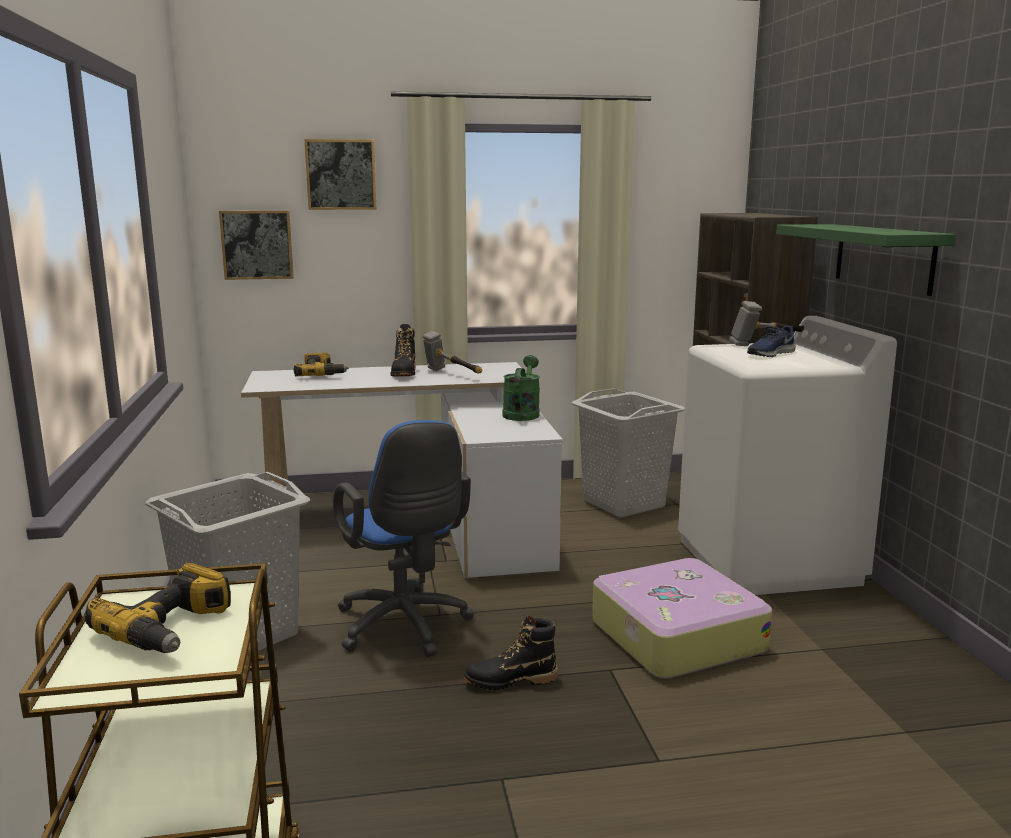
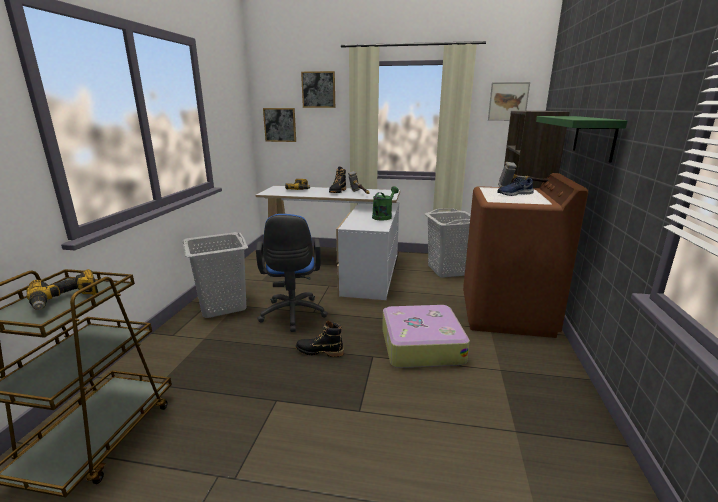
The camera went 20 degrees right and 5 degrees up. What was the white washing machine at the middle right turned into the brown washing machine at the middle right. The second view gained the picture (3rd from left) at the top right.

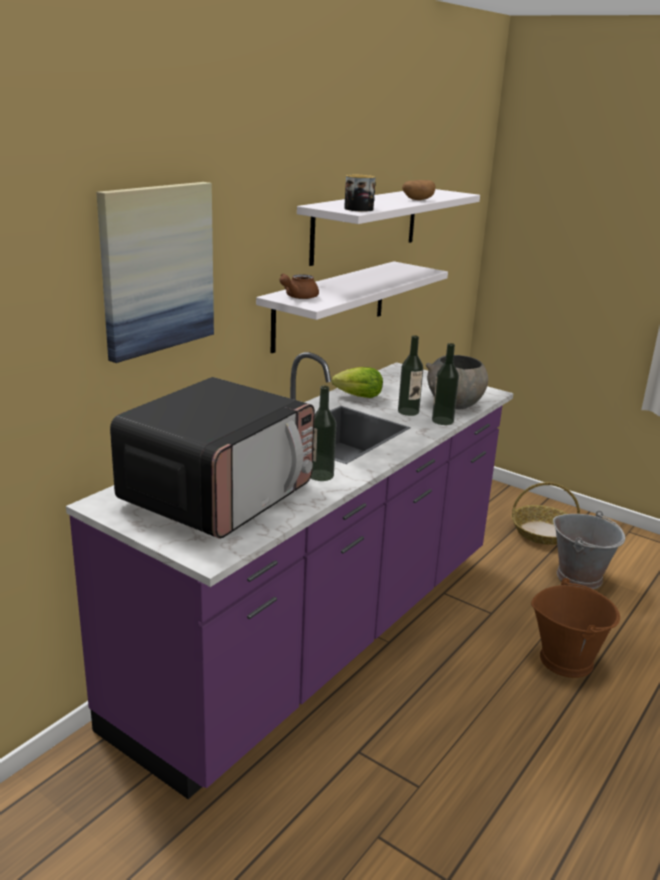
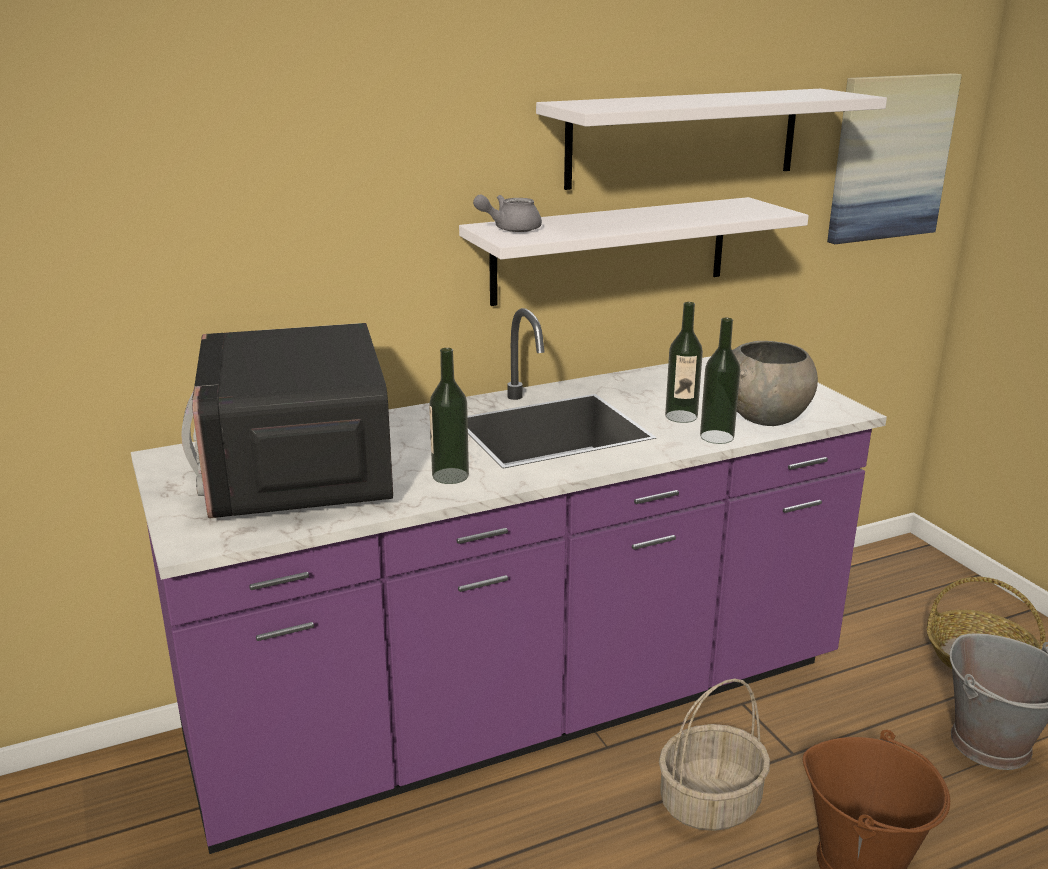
The camera went 30 degrees right and 0 degrees up. The picture ended up elsewhere, having gone from the top left to the top right. The microwave at the middle left ended up facing another way, 105 degrees clockwise from before. What was the brown teapot at the top centre turned into the grey teapot at the top centre. The second view lost the lettuce at the centre. The second view lost the mug at the top centre. The second view lost the potato at the top centre. The second view gained the basket (1st from left) at the bottom right.

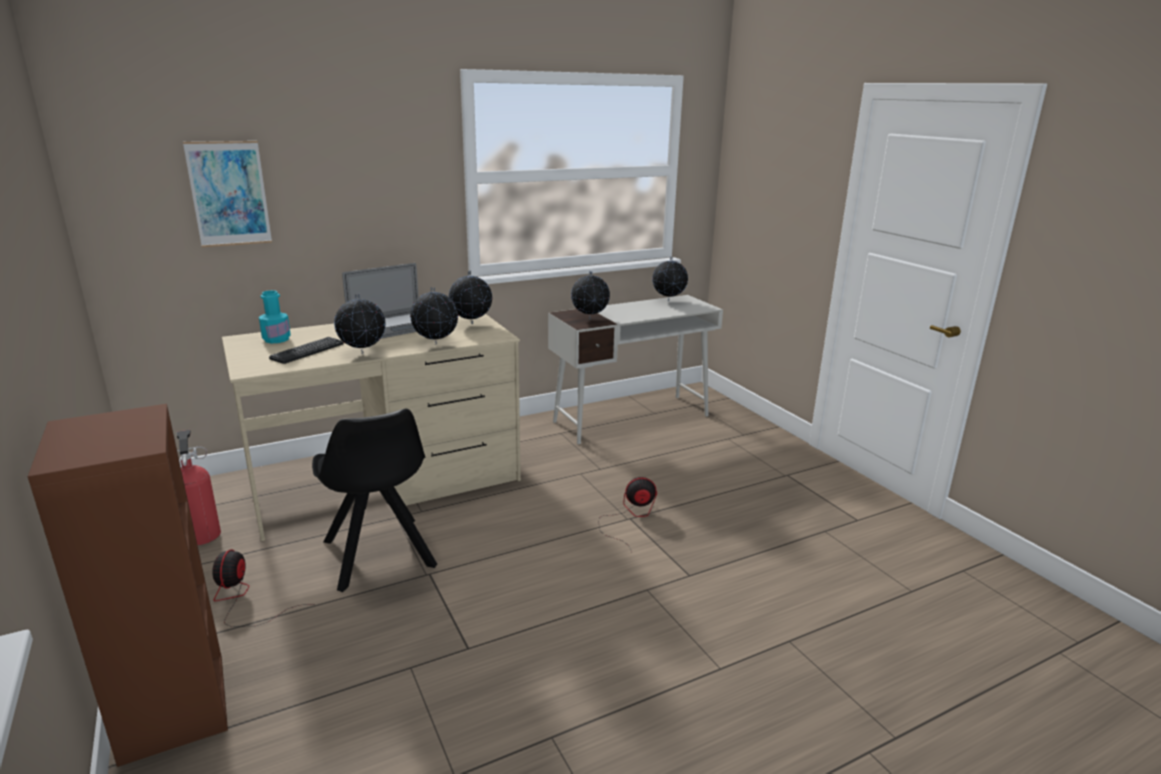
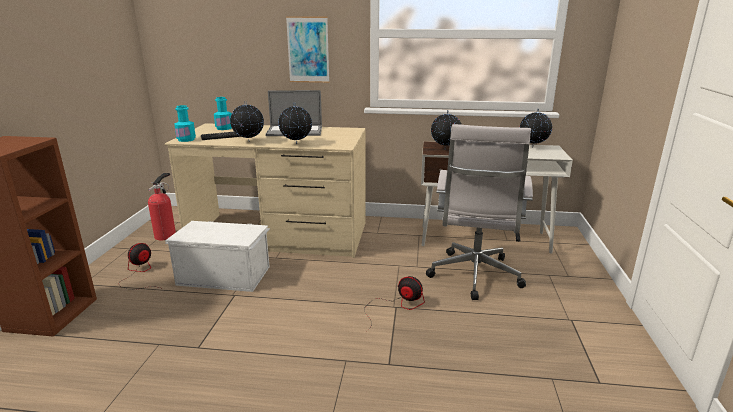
The camera went 35 degrees right and 0 degrees up. The picture ended up elsewhere, having gone from the top left to the top centre. Where the black chair stood at the middle left, the white storage box came to stand at the middle left. The second view lost the globe (3rd from left) at the centre. The second view gained the turquoise bottle (1st from left) at the top left. The second view gained the white office chair at the centre.

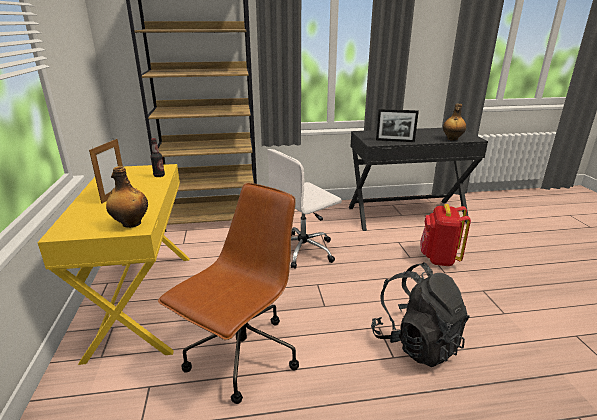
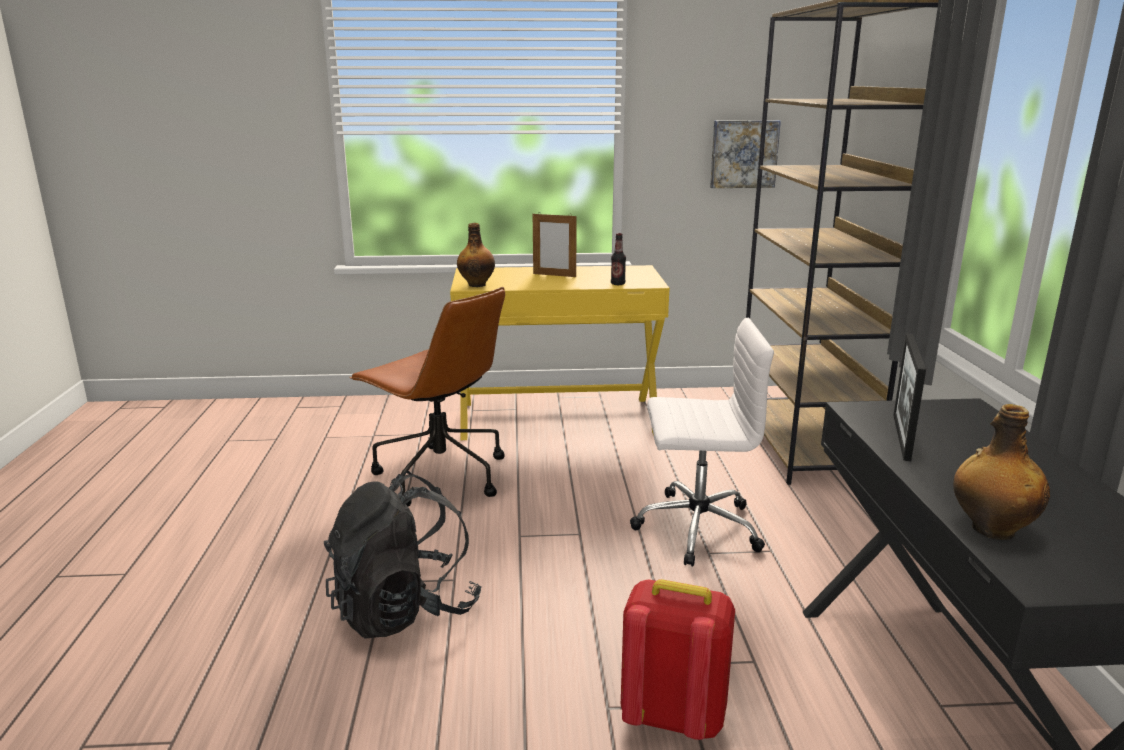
The camera went 95 degrees right and 5 degrees down. The white office chair at the centre ended up facing another way, 120 degrees clockwise from before. The second view gained the picture at the top centre.

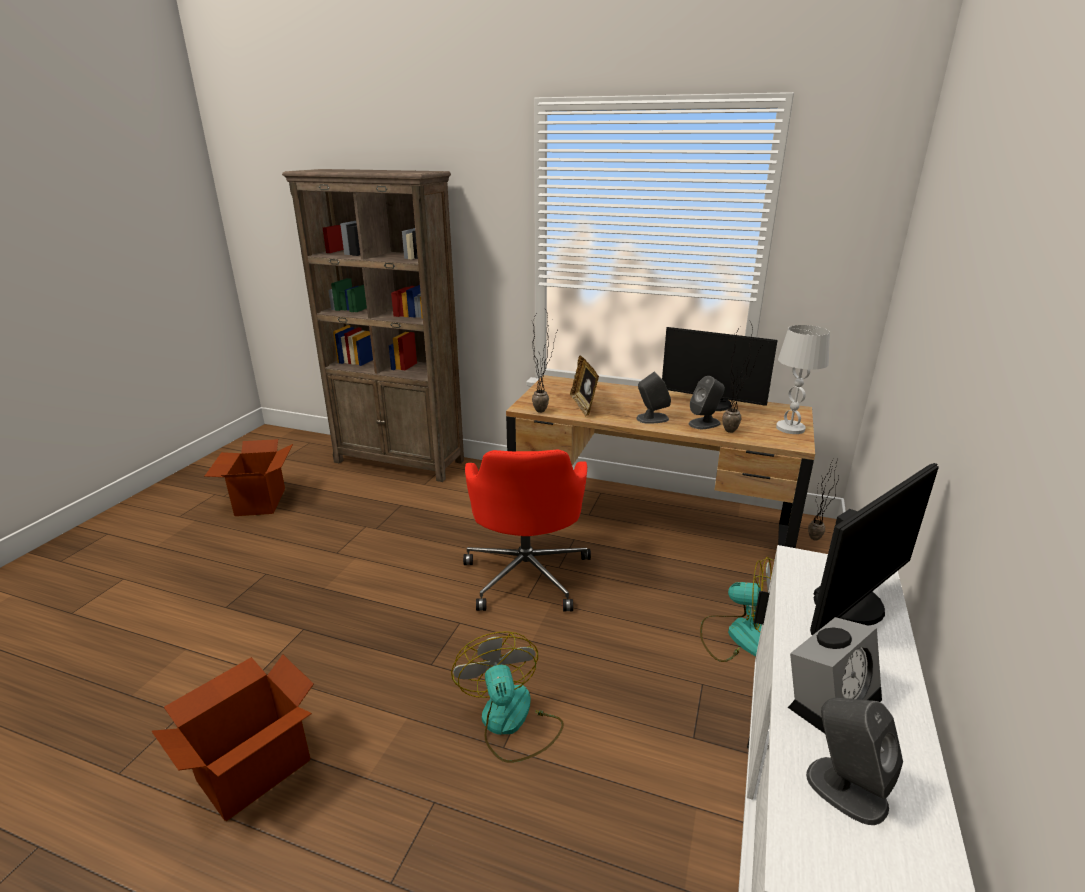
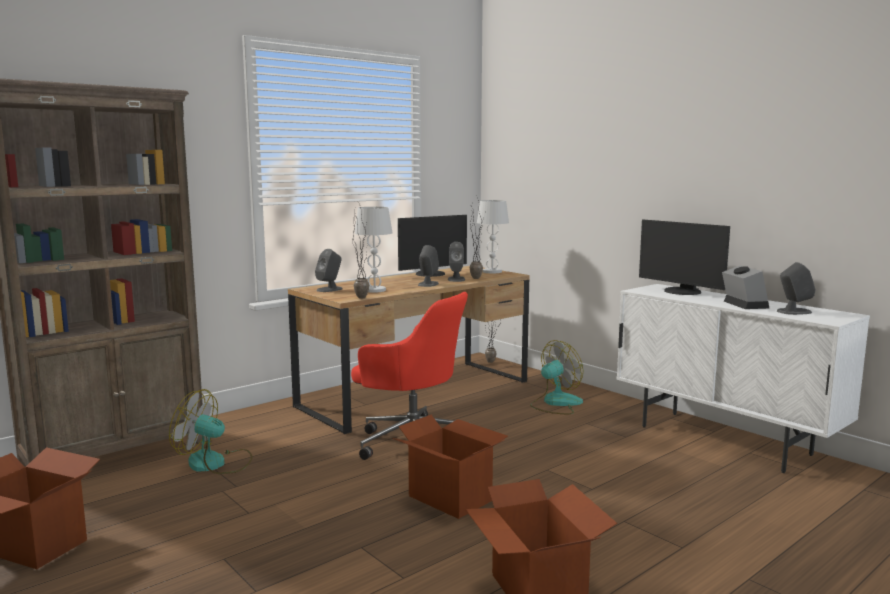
The camera went 60 degrees left and 15 degrees down. The fan (1st from left) ended up elsewhere, having gone from the bottom centre to the bottom left. Where the picture frame stood at the centre, the white table lamp (1st from left) came to stand at the centre. The monitor (2nd from left) at the middle right ended up facing another way, 150 degrees clockwise from before. The second view gained the grey speaker (1st from left) at the centre. The second view gained the cardboard box (2nd from left) at the bottom centre.

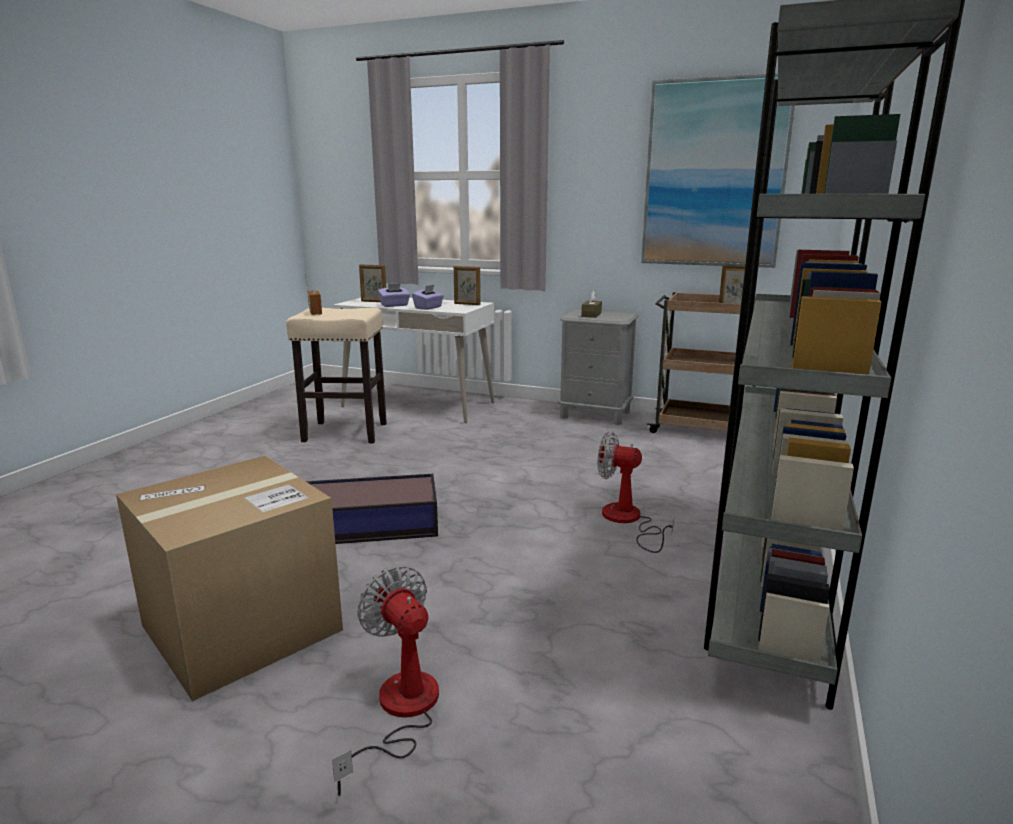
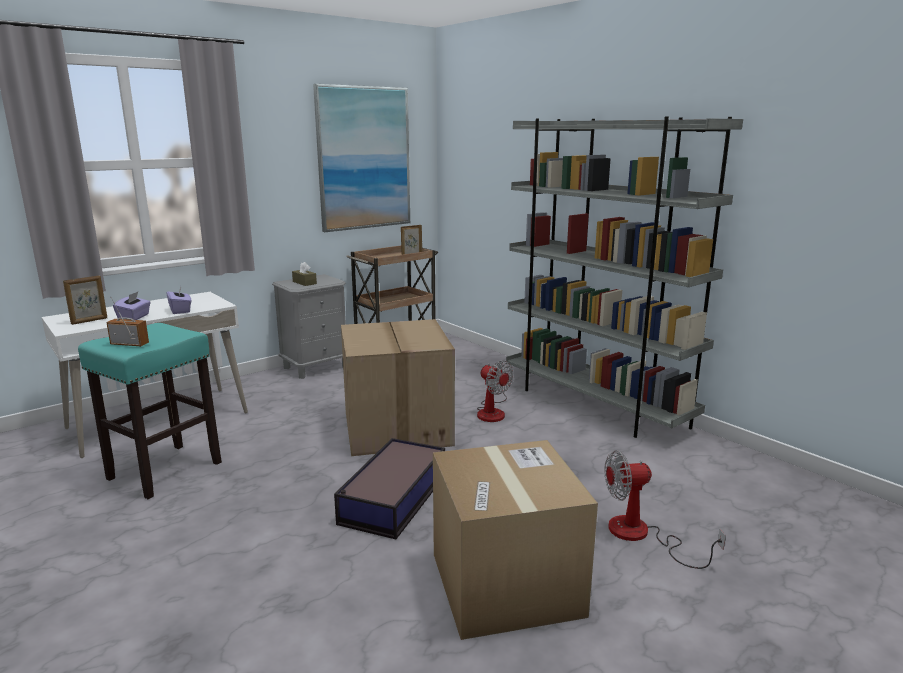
The camera went 60 degrees left and 0 degrees up. What was the beige stool at the middle left turned into the turquoise stool at the middle left. The second view lost the picture frame (2nd from left) at the centre. The fan (2nd from left in the first image) at the centre ended up facing another way, 90 degrees counterclockwise from before. The second view gained the cardboard box (1st from left) at the centre.

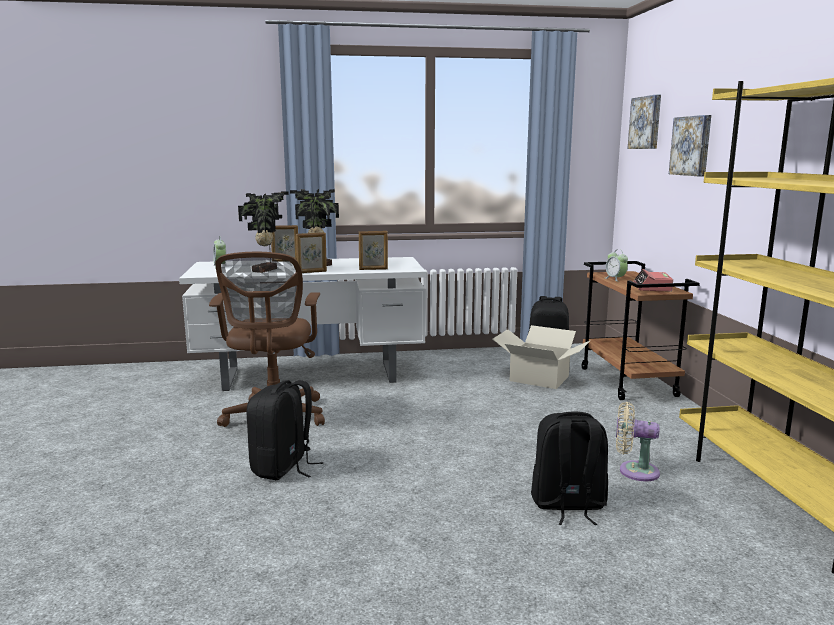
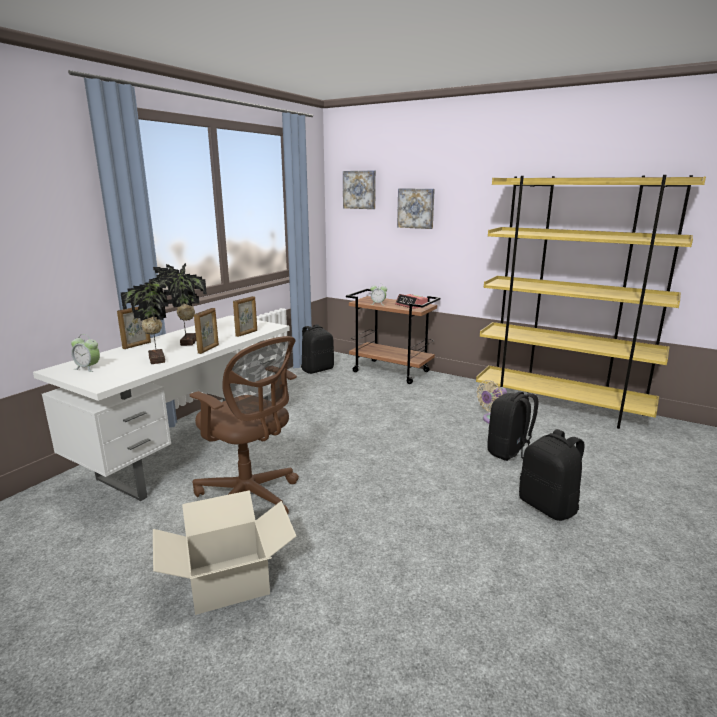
The camera went 50 degrees left and 5 degrees up. The black backpack (1st from left in the first image) ended up elsewhere, having gone from the bottom centre to the middle right. The cardboard box ended up elsewhere, having gone from the centre to the bottom left.

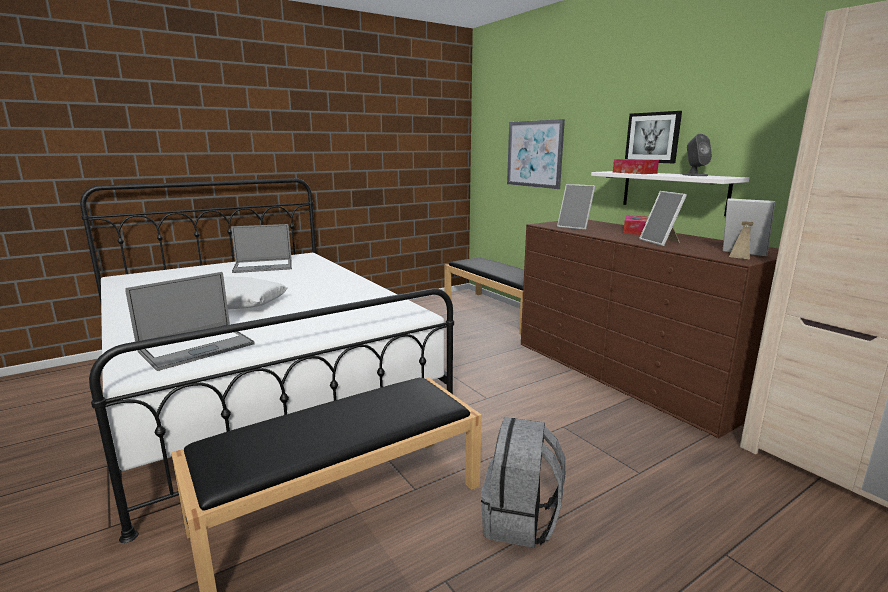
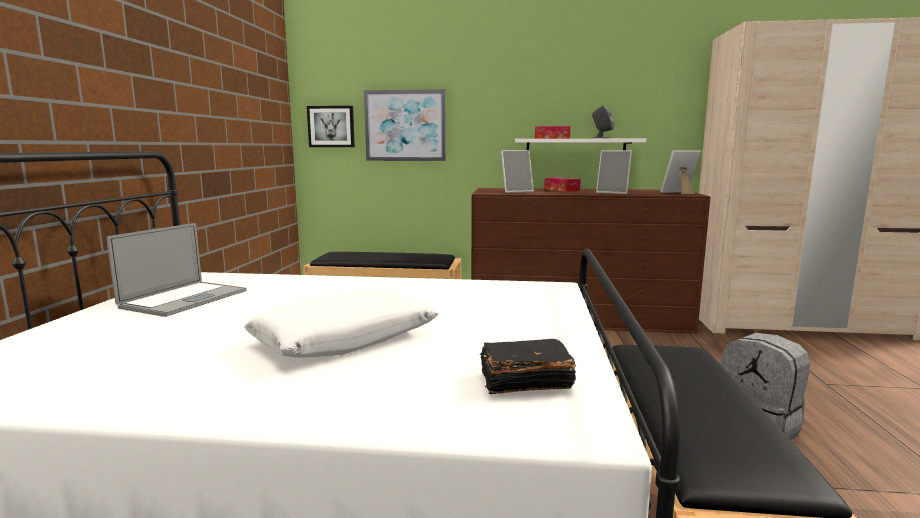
The camera went 50 degrees left and 5 degrees down. Where the laptop (1st from left) stood at the middle left, the black book came to stand at the bottom centre. The picture (2nd from left in the first image) ended up elsewhere, having gone from the top right to the top centre.

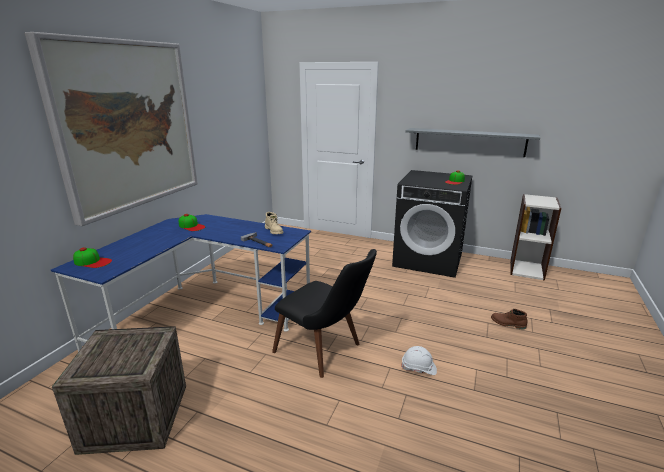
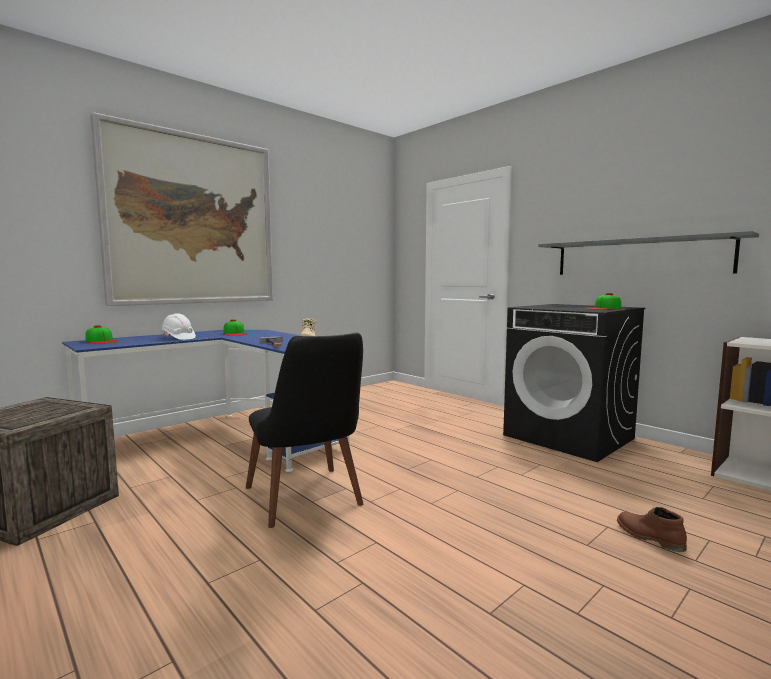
The camera went 25 degrees right and 15 degrees down. The white hard hat ended up elsewhere, having gone from the bottom centre to the middle left.

